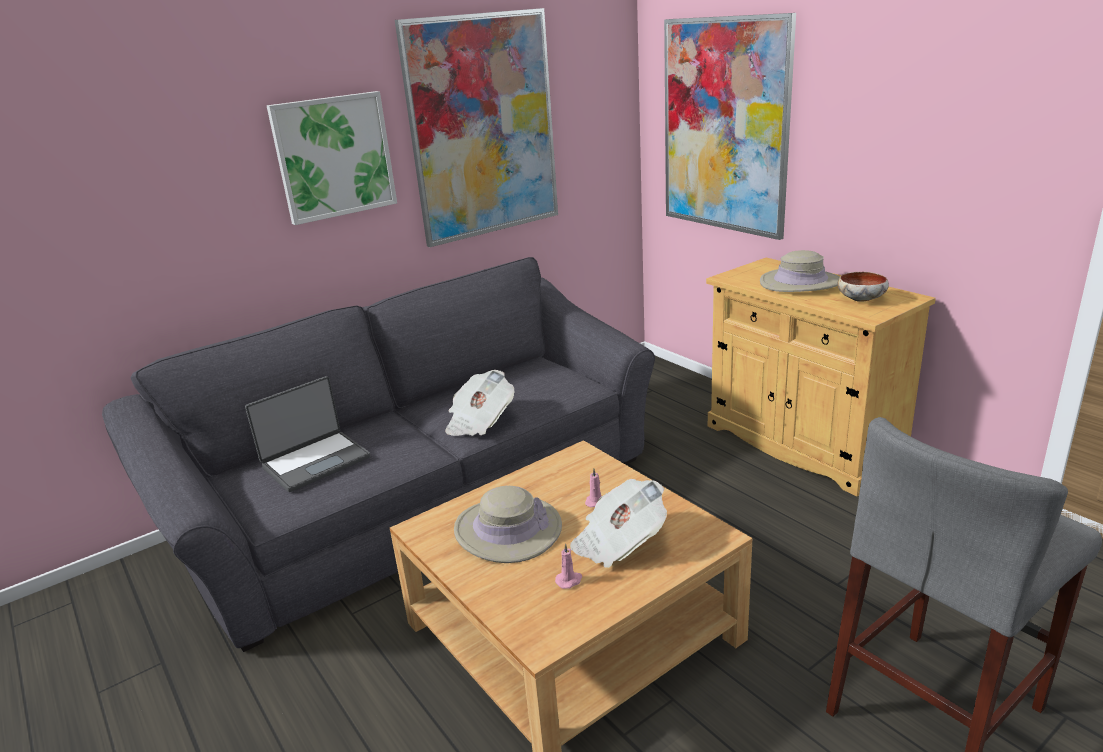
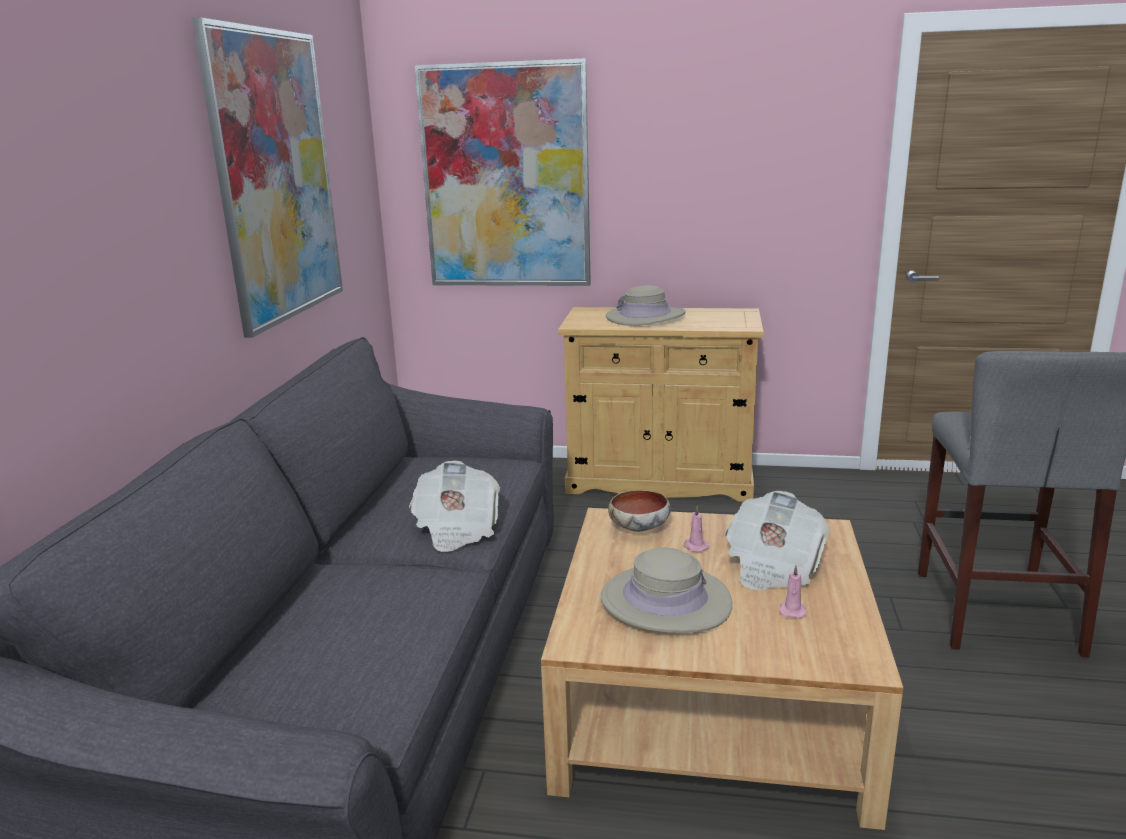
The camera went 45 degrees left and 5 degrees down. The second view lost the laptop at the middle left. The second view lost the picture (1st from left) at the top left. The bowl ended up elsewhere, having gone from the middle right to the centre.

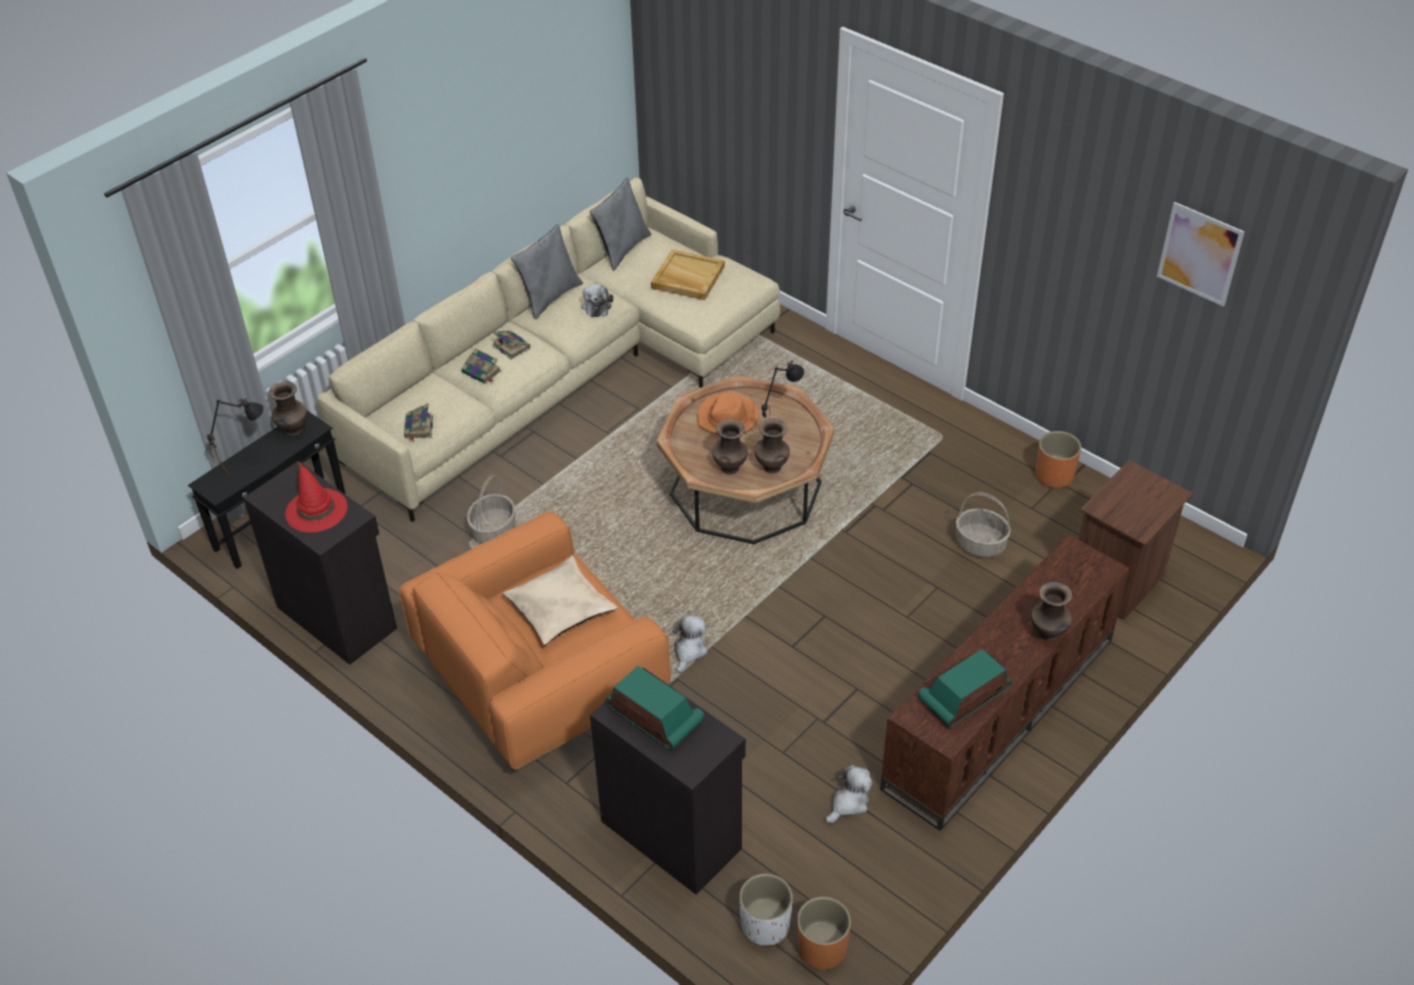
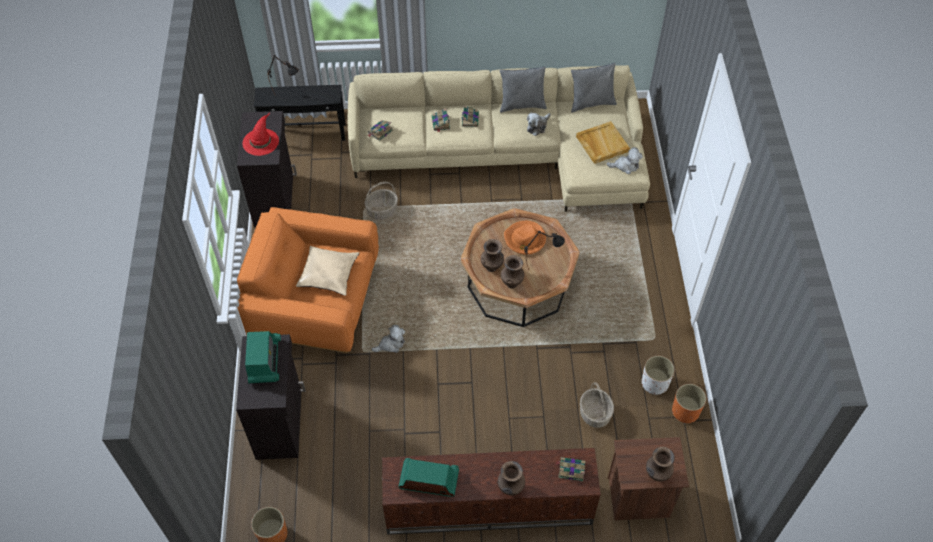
The camera went 45 degrees right and 10 degrees up. The brown vase (1st from left in the first image) ended up elsewhere, having gone from the middle left to the bottom right. The white planter ended up elsewhere, having gone from the bottom centre to the bottom right. The plush toy (3rd from left) ended up elsewhere, having gone from the bottom centre to the top right. The second view lost the picture at the top right. The second view gained the book (4th from left) at the bottom centre.

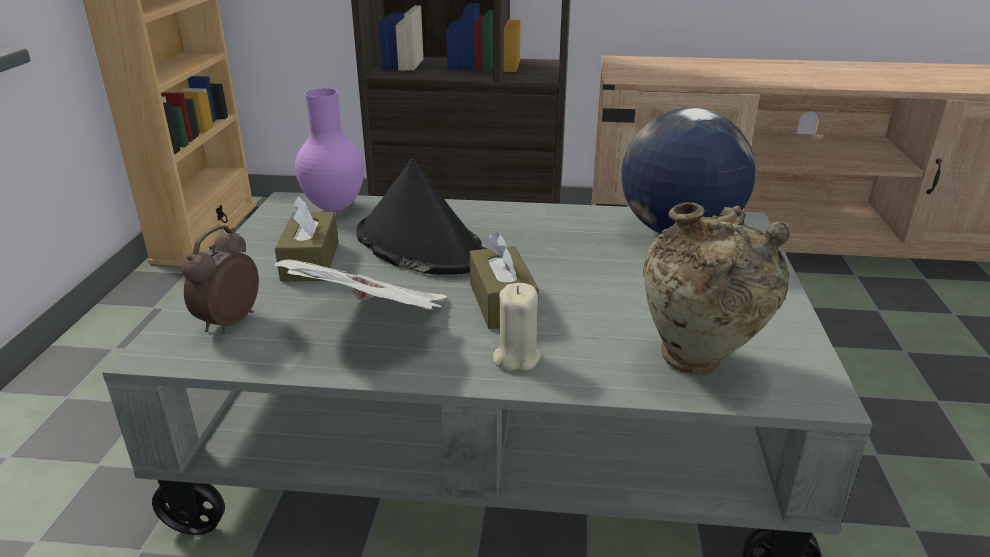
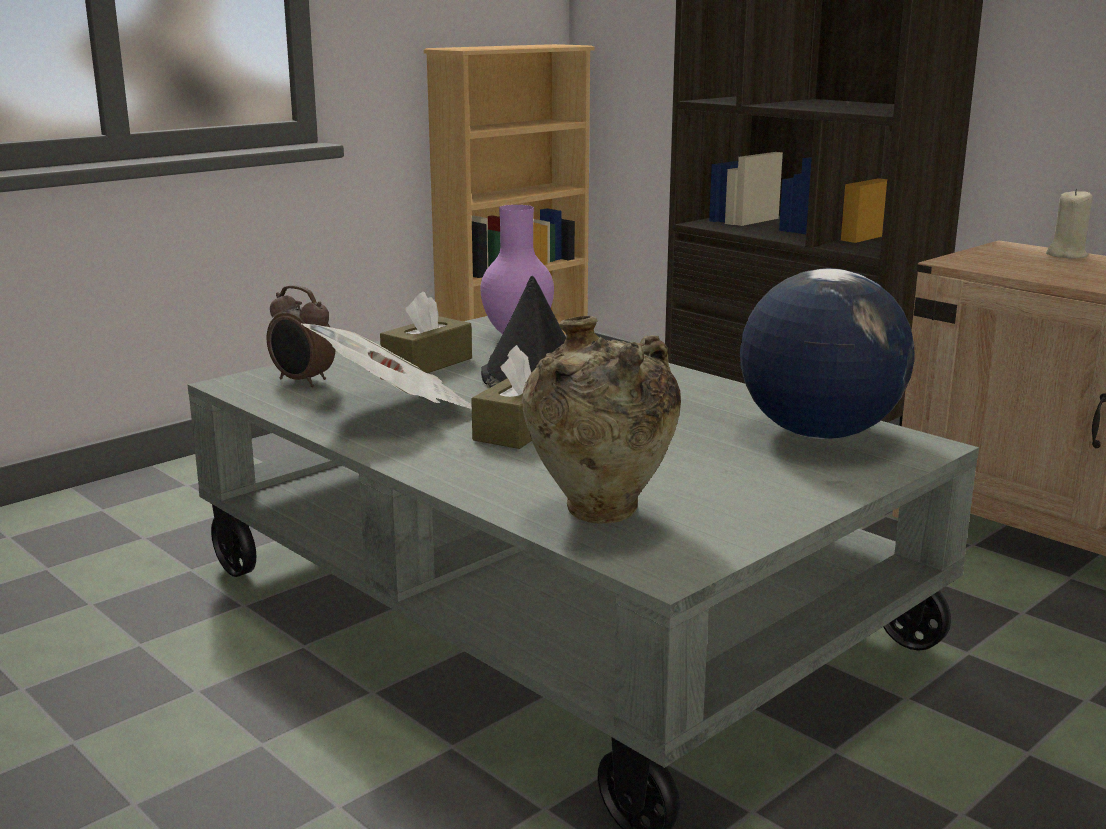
The camera went 40 degrees right and 10 degrees down. The alarm clock at the middle left ended up facing another way, 120 degrees counterclockwise from before. The beige candle ended up elsewhere, having gone from the centre to the top right.

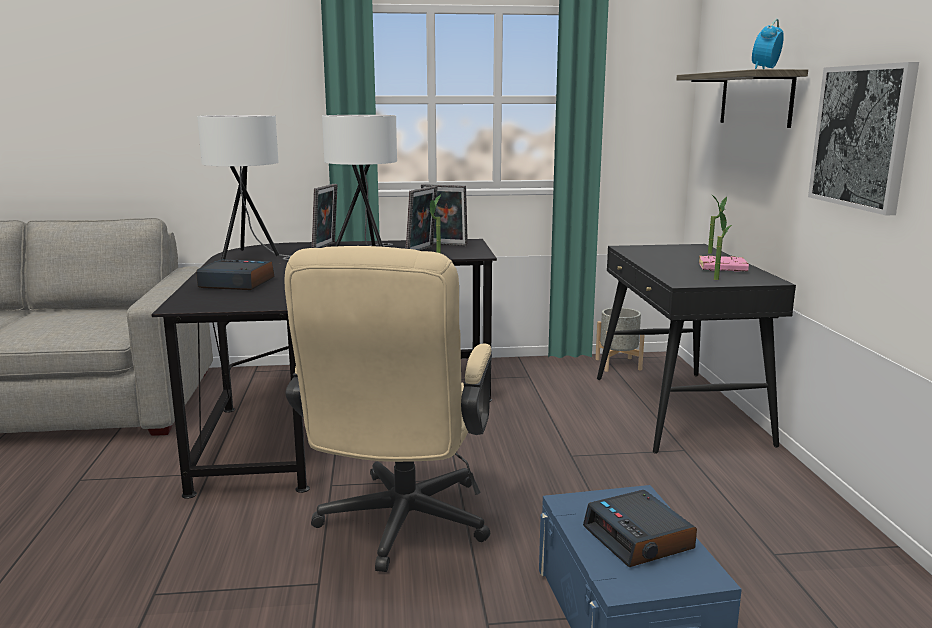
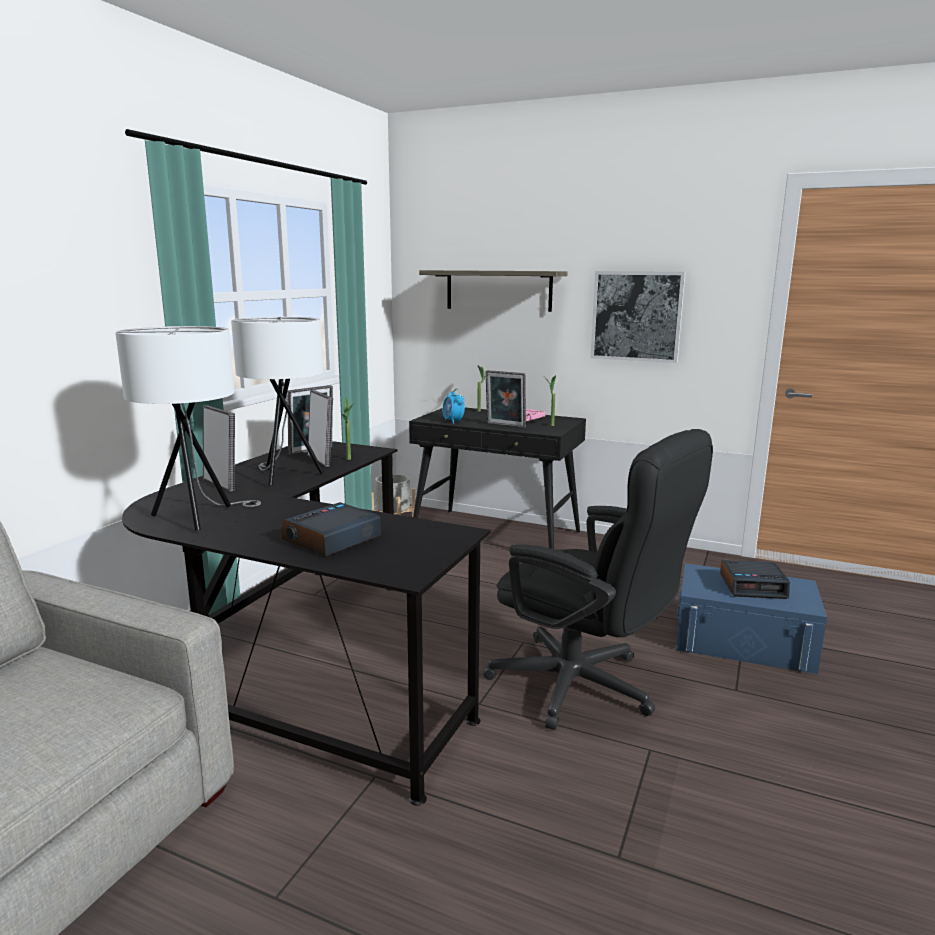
The camera went 60 degrees left and 0 degrees up. What was the beige office chair at the centre turned into the black office chair at the centre. The alarm clock (3rd from left in the first image) ended up elsewhere, having gone from the top right to the centre. The second view gained the picture frame (4th from left) at the centre.

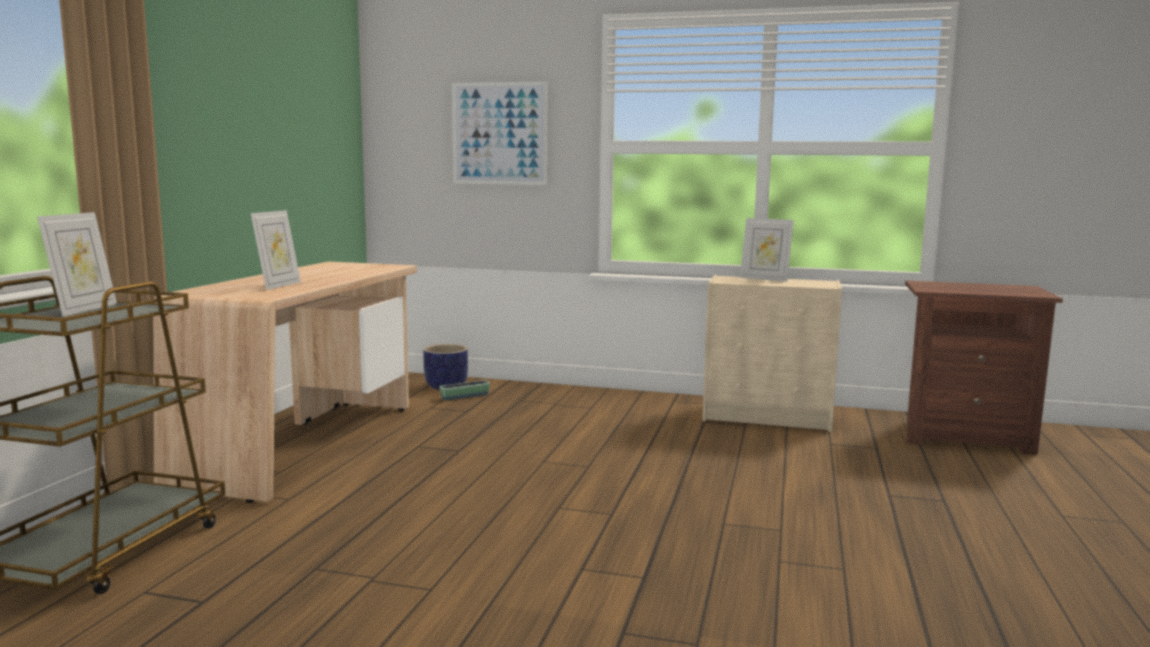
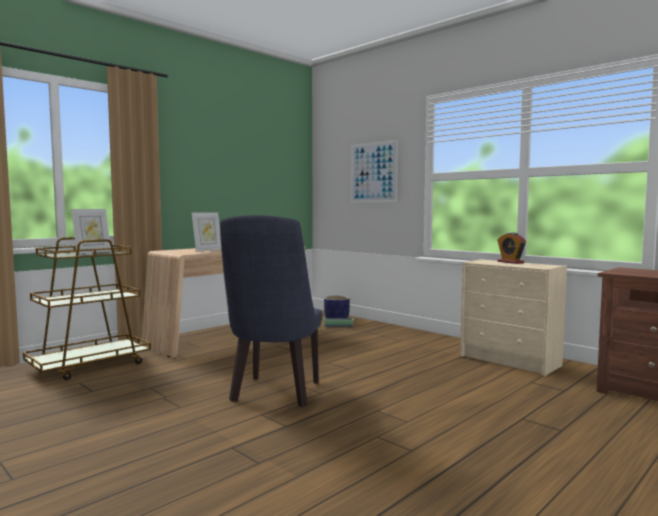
The camera went 30 degrees right and 5 degrees down. Where the picture frame (3rd from left) stood at the middle right, the alarm clock came to stand at the middle right. The second view gained the blue chair at the centre.

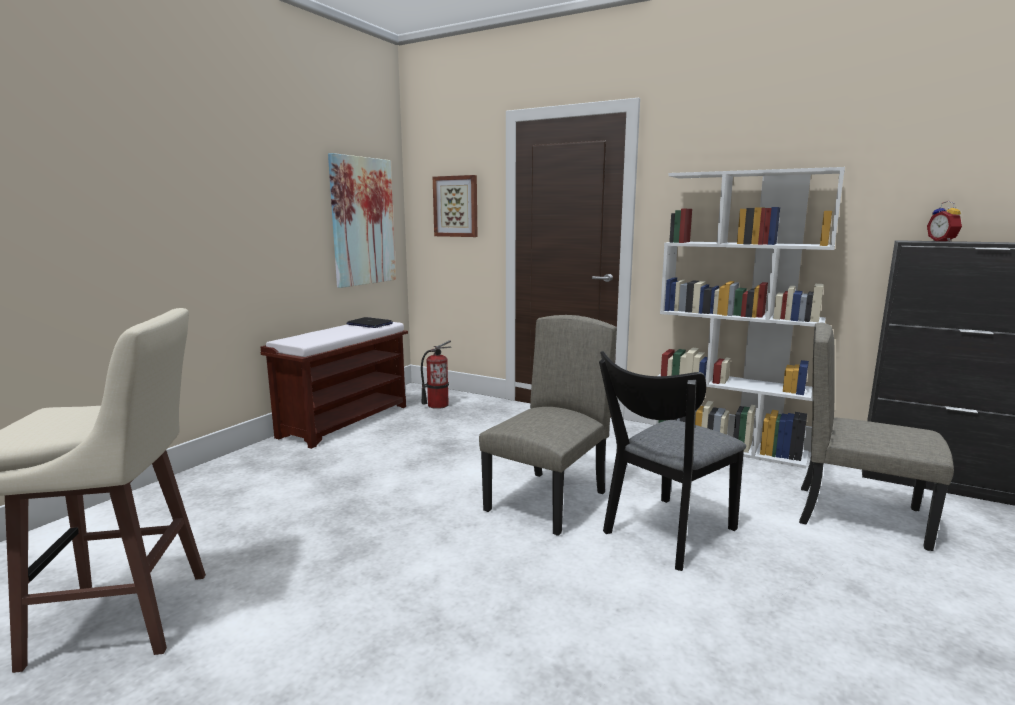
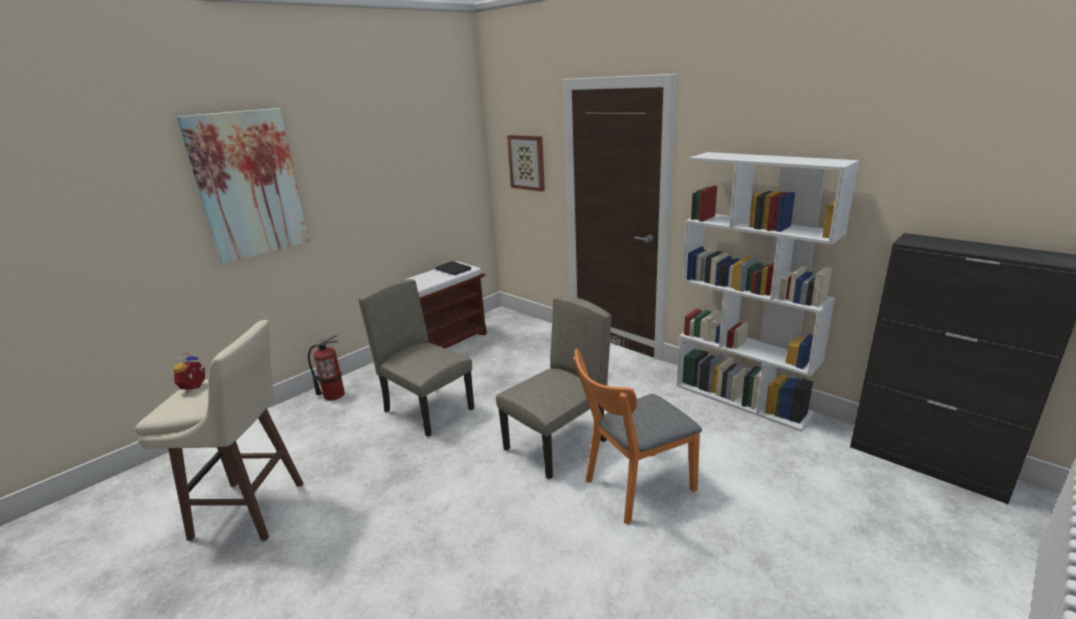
The camera went 15 degrees right and 10 degrees up. The picture (1st from left) ended up elsewhere, having gone from the top centre to the top left. The fire extinguisher ended up elsewhere, having gone from the centre to the middle left. What was the black chair at the centre turned into the orange chair at the bottom centre. The beige chair (2nd from left in the first image) ended up elsewhere, having gone from the middle right to the centre. The alarm clock ended up elsewhere, having gone from the top right to the middle left.

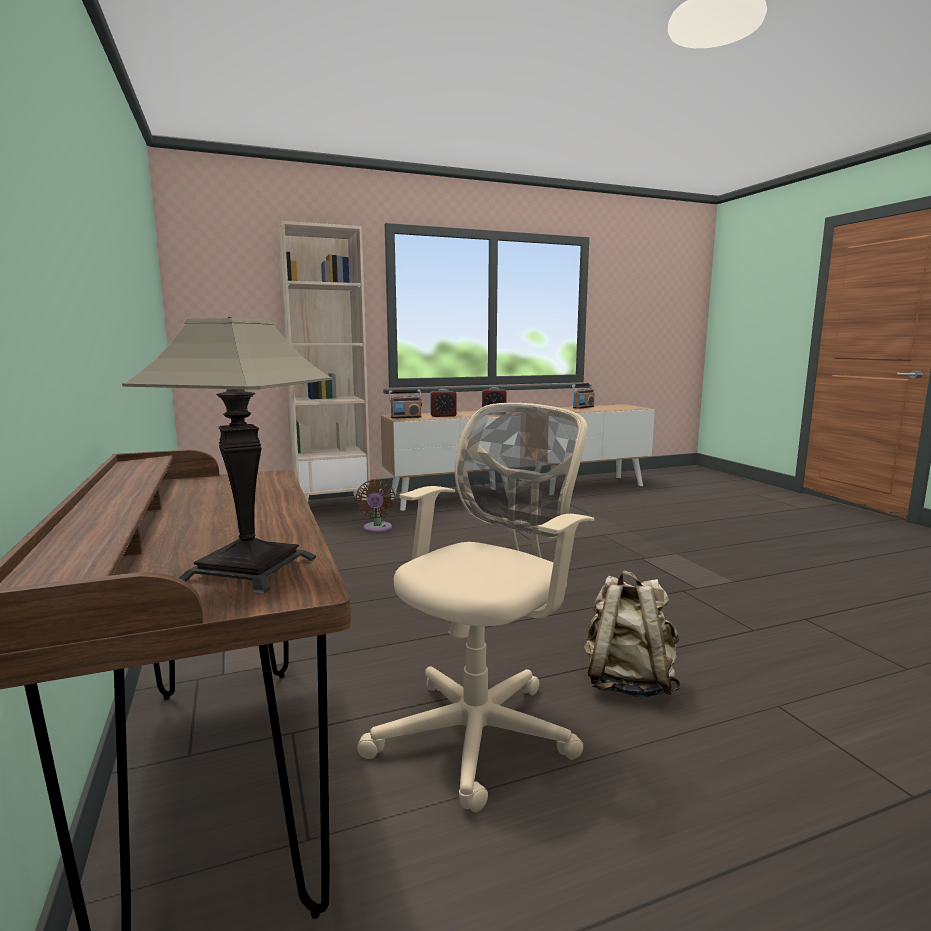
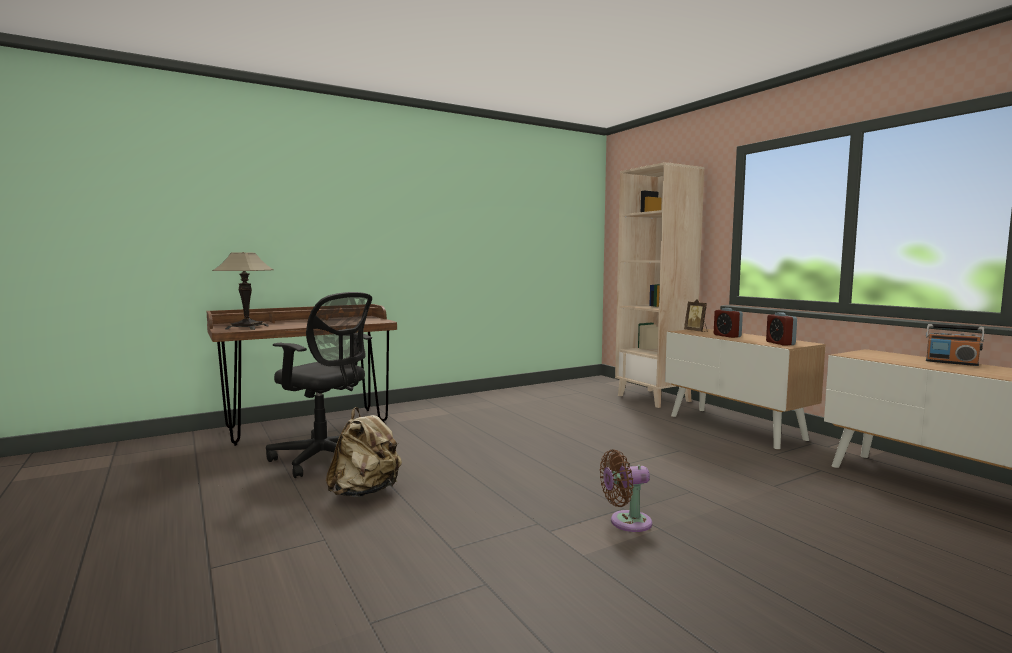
The camera went 80 degrees right and 5 degrees down. The brown fan ended up elsewhere, having gone from the centre to the bottom centre. What was the beige office chair at the centre turned into the black office chair at the middle left. Where the radio (1st from left) stood at the centre, the picture frame came to stand at the middle right.

